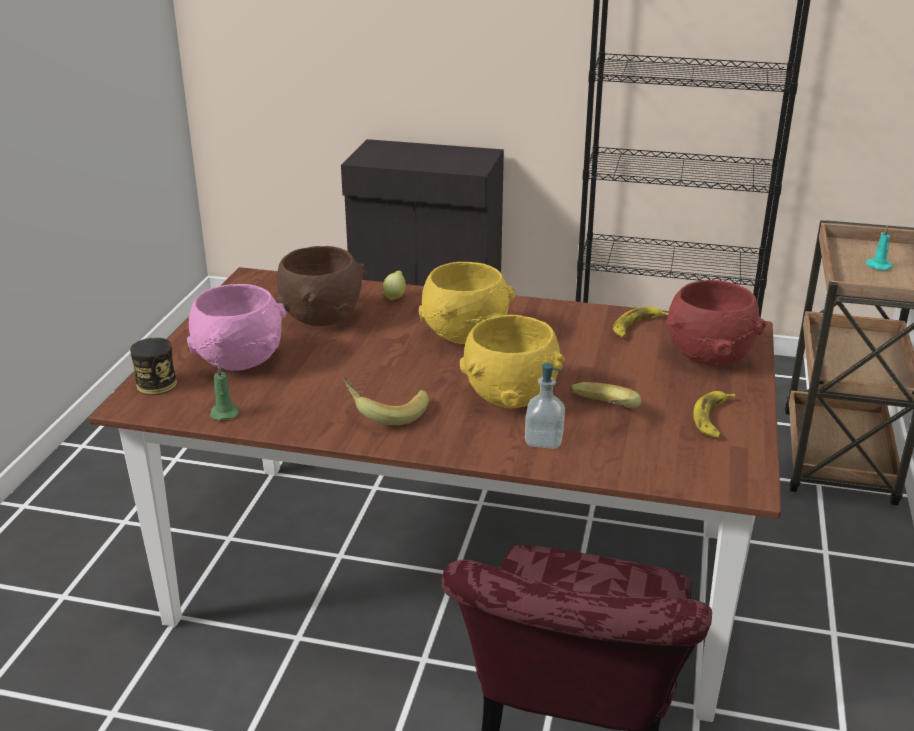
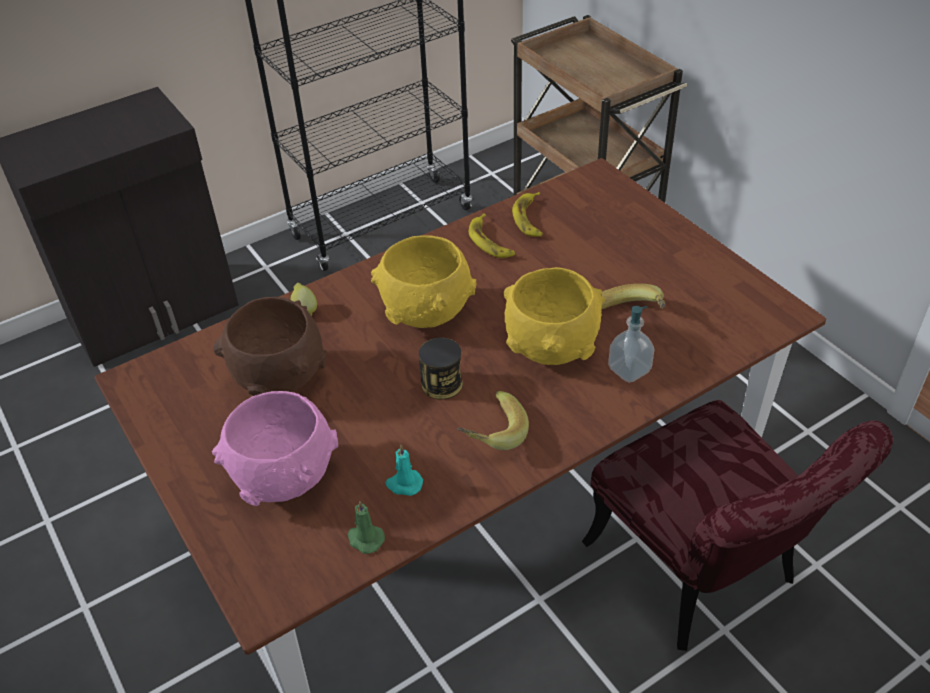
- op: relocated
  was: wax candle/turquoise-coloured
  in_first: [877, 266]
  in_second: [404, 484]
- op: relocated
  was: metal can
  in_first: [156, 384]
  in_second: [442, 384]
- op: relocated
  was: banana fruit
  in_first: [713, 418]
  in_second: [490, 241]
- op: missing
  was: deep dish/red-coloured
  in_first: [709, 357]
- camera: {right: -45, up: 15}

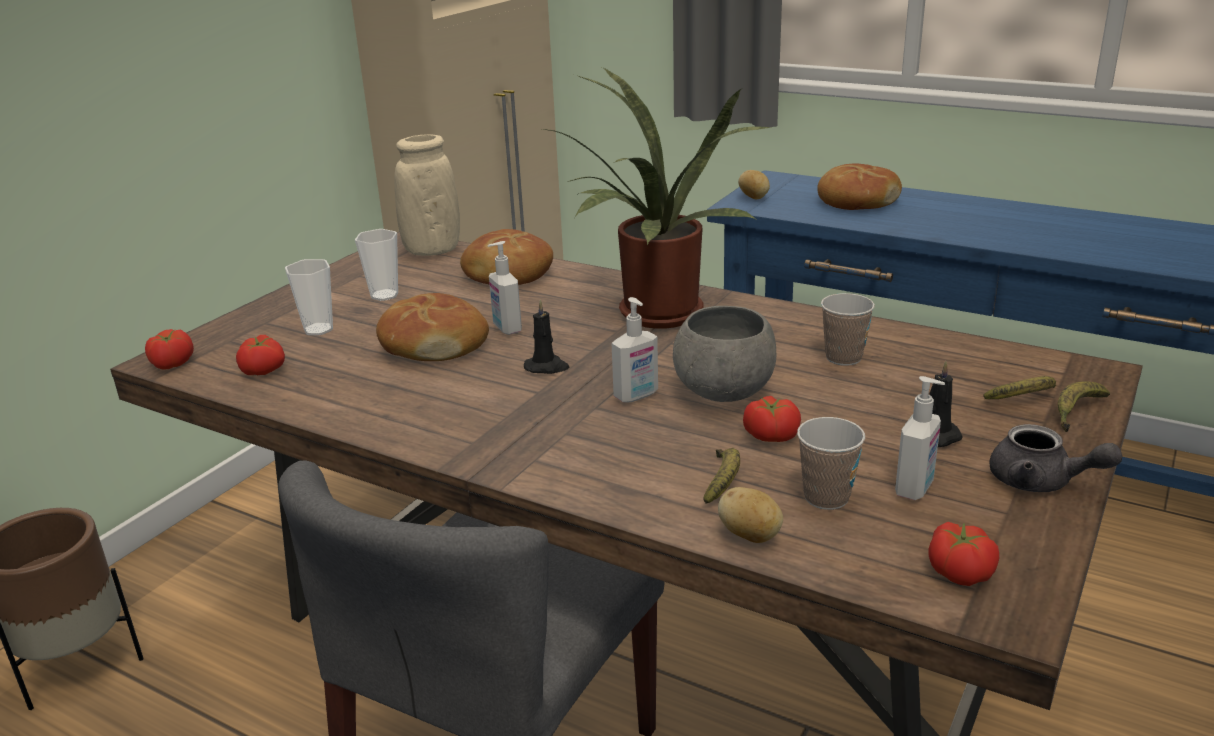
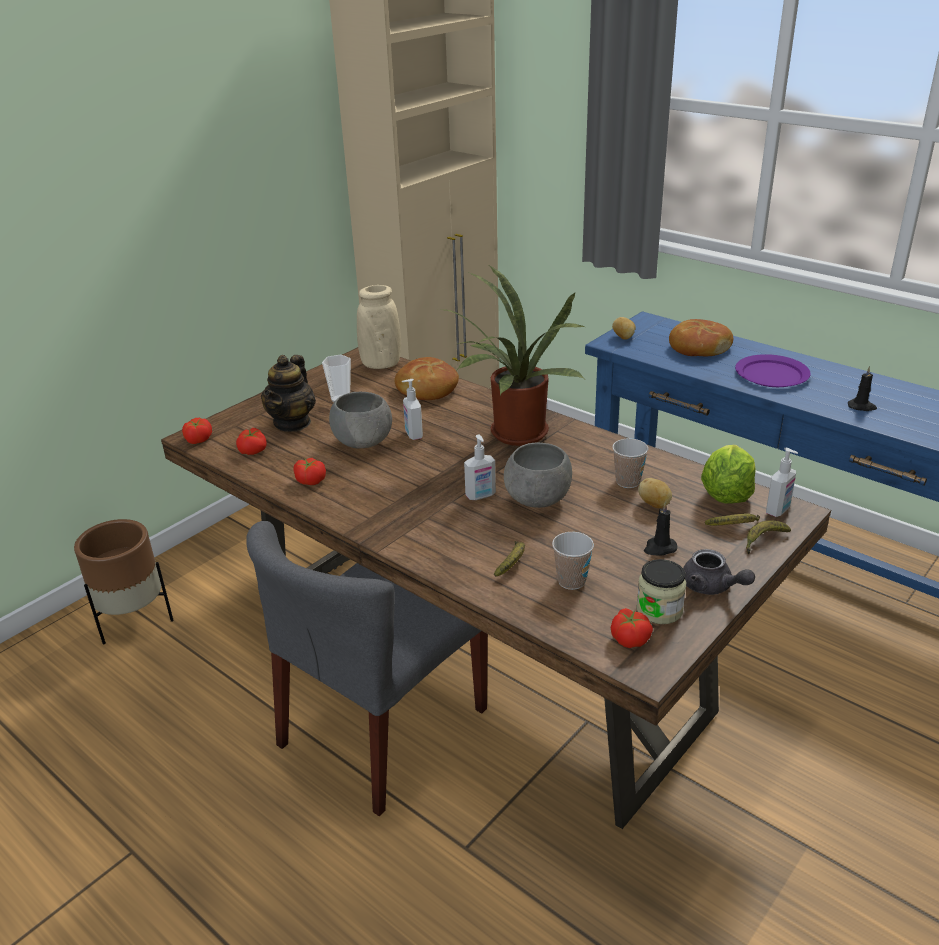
- op: exchanged
  was: small cup
  now: teapot
  in_first: [318, 329]
  in_second: [292, 423]
- op: relocated
  was: whole tomato
  in_first: [771, 435]
  in_second: [311, 480]
- op: exchanged
  was: baked bread
  now: deep dish/greyish
  in_first: [433, 344]
  in_second: [363, 442]
- op: appeared
  now: storage jar
  in_second: [659, 610]
- op: relocated
  was: spud
  in_first: [750, 536]
  in_second: [654, 504]
- op: appeared
  now: lettuce head
  in_second: [726, 494]
- op: appeared
  now: plate/purple
  in_second: [771, 374]
- op: relocated
  was: soap dispenser
  in_first: [915, 489]
  in_second: [778, 510]
- op: relocated
  was: wax candle/blackish
  in_first: [547, 367]
  in_second: [862, 407]
- camera: {right: 10, up: 5}

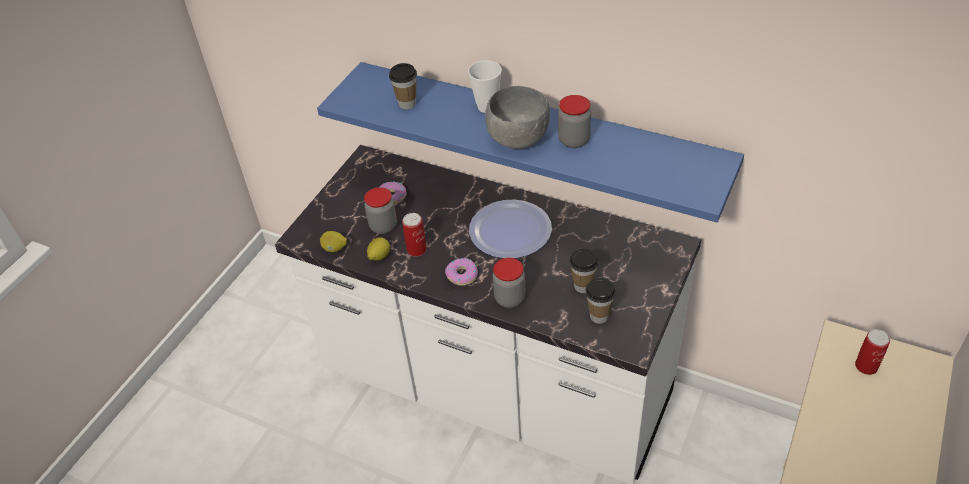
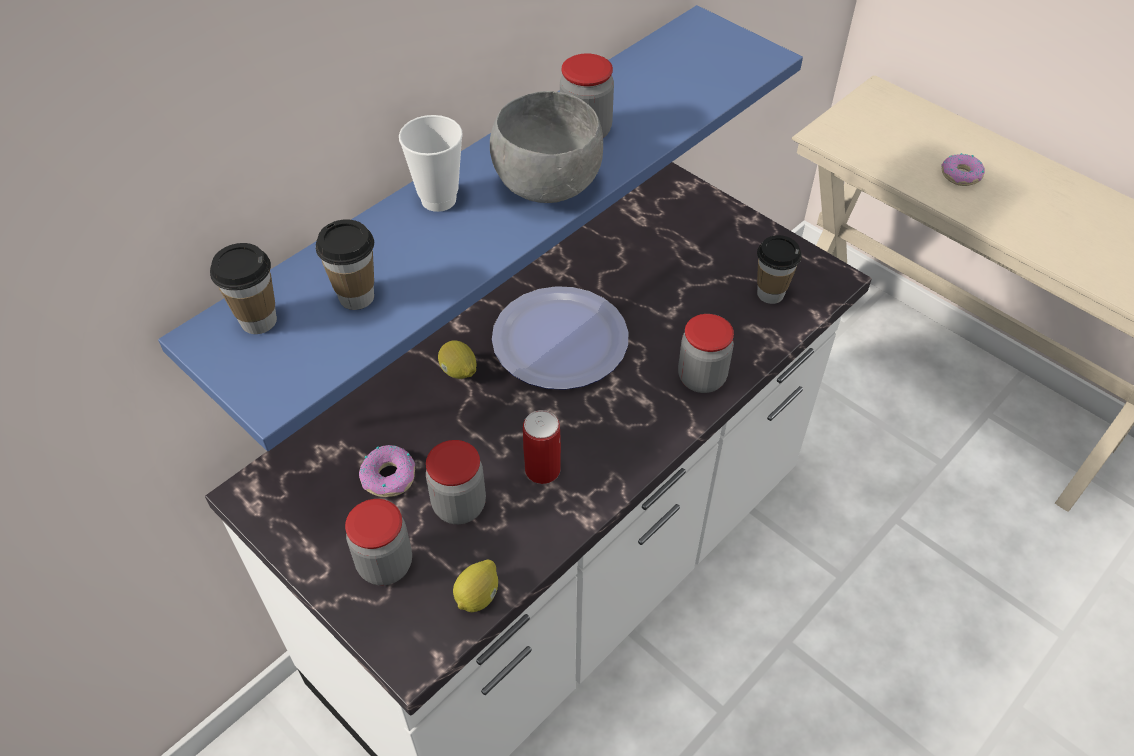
- op: relocated
  was: small cup
  in_first: [583, 286]
  in_second: [258, 321]
- op: appeared
  now: storage jar
  in_second: [385, 564]
- op: relocated
  was: whole lemon
  in_first: [379, 256]
  in_second: [458, 372]
- op: relocated
  was: doughnut
  in_first: [462, 275]
  in_second: [961, 175]
- op: missing
  was: metal can
  in_first: [866, 366]
- camera: {right: -75, up: 5}

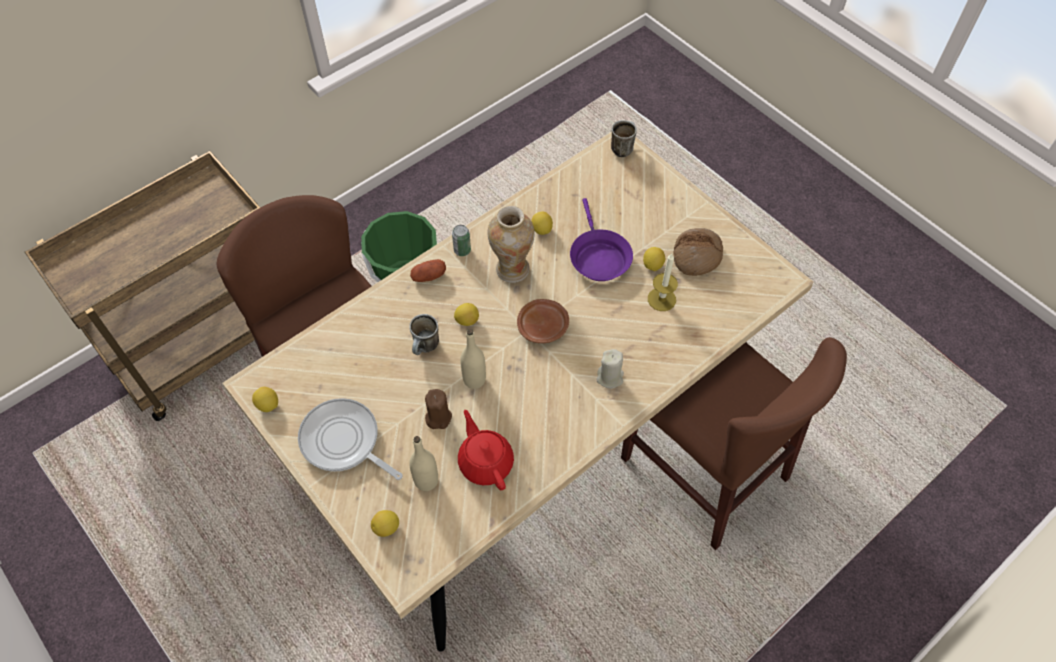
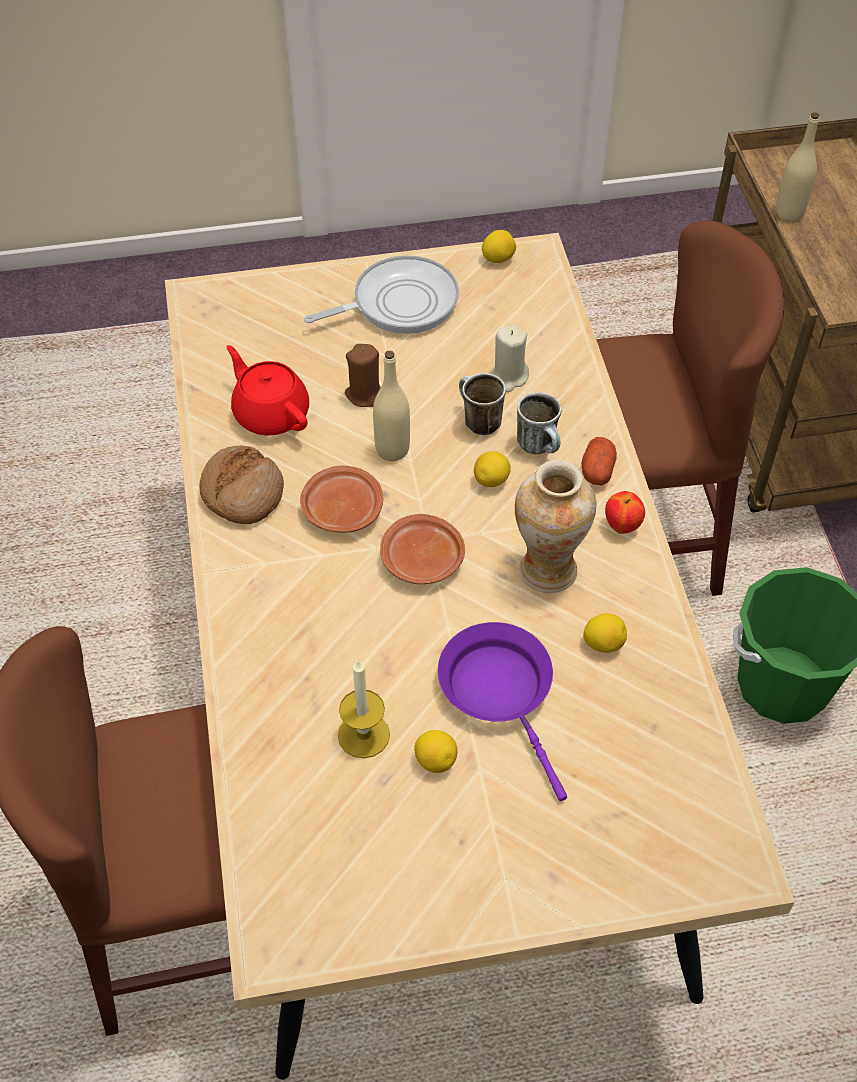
- op: relocated
  was: baked bread
  in_first: [696, 256]
  in_second: [242, 493]
- op: spun
  was: teapot/red-coloured
  in_first: [485, 462]
  in_second: [270, 413]
  clockwise: -135
- op: appeared
  now: plate/brown-coloured
  in_second: [342, 508]
- op: spun
  was: pan/purple
  in_first: [598, 257]
  in_second: [500, 692]
  clockwise: 45
- op: relocated
  was: wax candle/beige
  in_first: [610, 377]
  in_second: [509, 377]
- op: relocated
  was: mug
  in_first: [622, 148]
  in_second: [541, 447]
- op: exchanged
  was: metal can
  now: whole apple
  in_first: [462, 250]
  in_second: [622, 526]
- op: relocated
  was: drink bottle/beige
  in_first: [426, 481]
  in_second: [789, 213]
- op: missing
  was: whole lemon
  in_first: [386, 528]
- camera: {right: 120, up: -5}

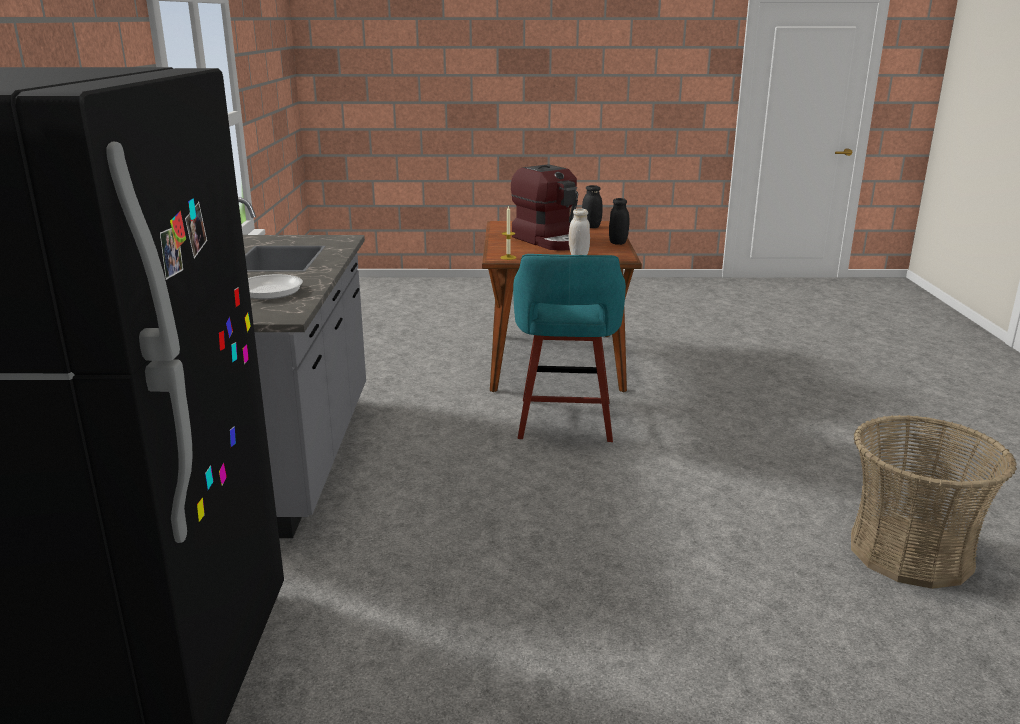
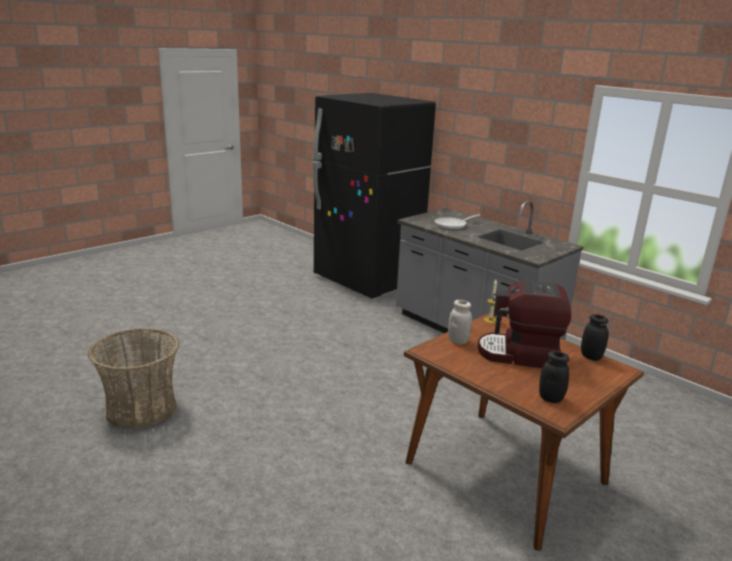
- op: relocated
  was: storage jar/blackish
  in_first: [618, 243]
  in_second: [591, 357]
- op: missing
  was: stool seat/turquoise-coloured
  in_first: [565, 421]
- camera: {right: 135, up: 0}

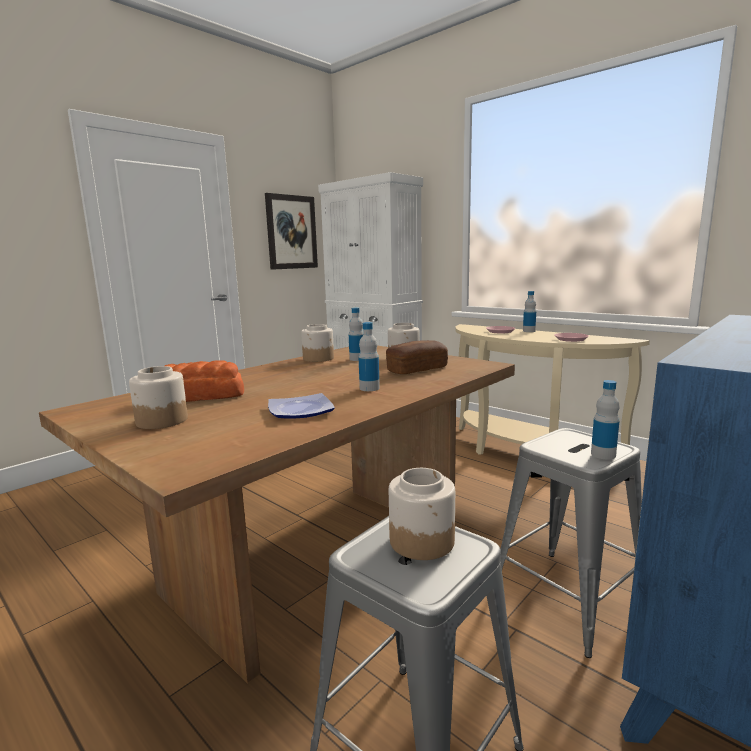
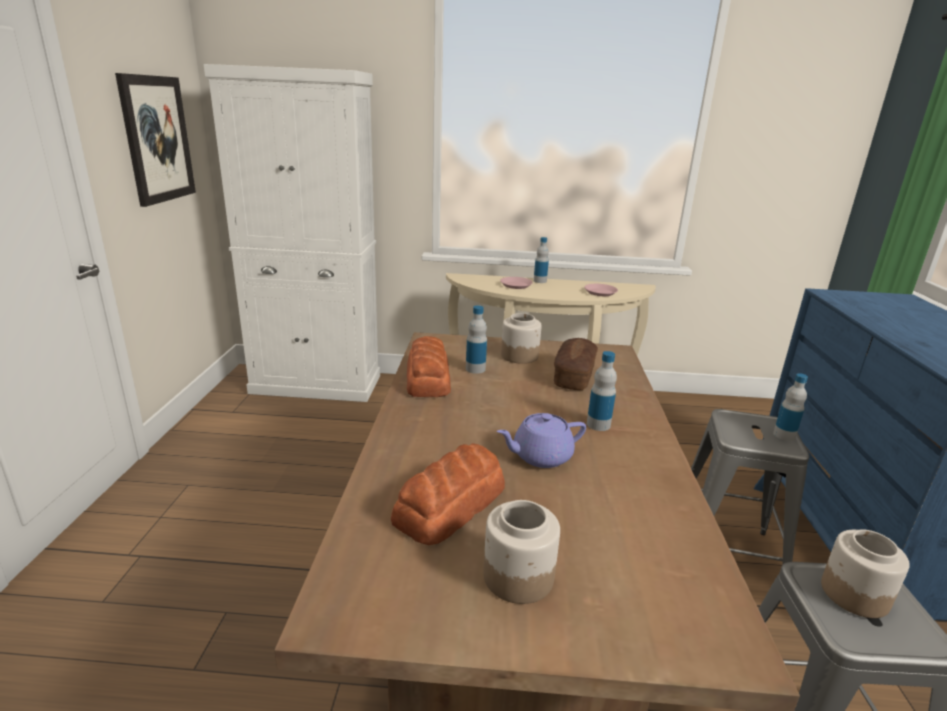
- op: exchanged
  was: storage jar
  now: baked bread
  in_first: [319, 358]
  in_second: [428, 378]
- op: appeared
  now: teapot/purple
  in_second: [540, 456]
- op: missing
  was: plate
  in_first: [301, 410]
- camera: {right: -40, up: 10}

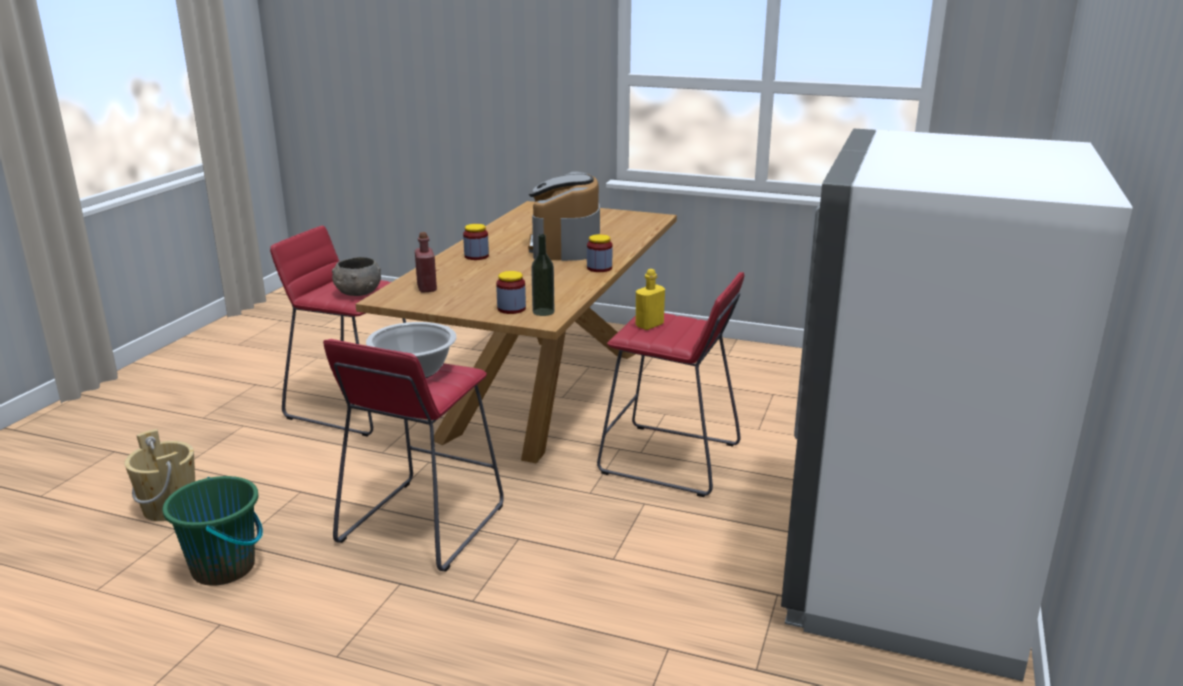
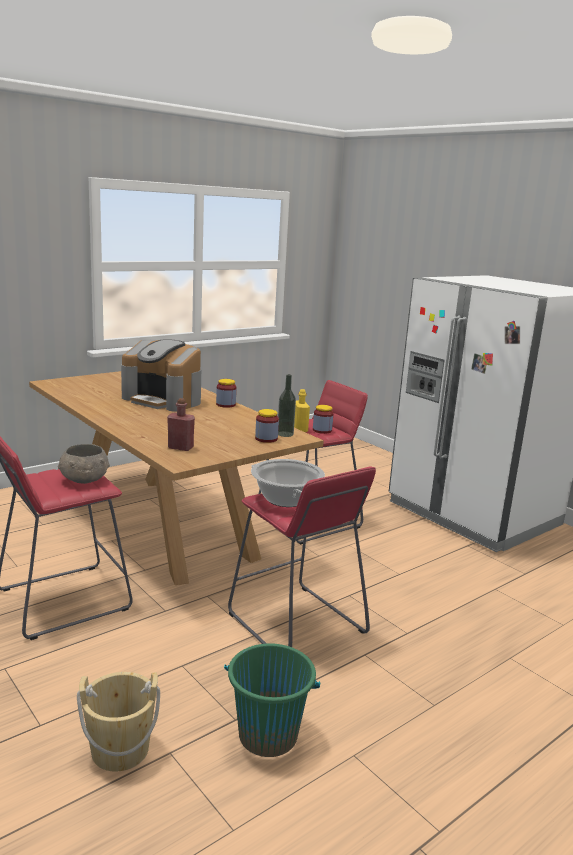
- op: relocated
  was: storage jar
  in_first: [476, 256]
  in_second: [322, 430]
- camera: {right: -60, up: -5}

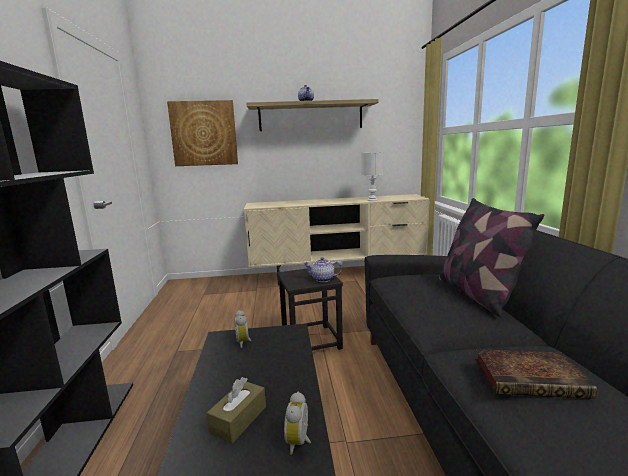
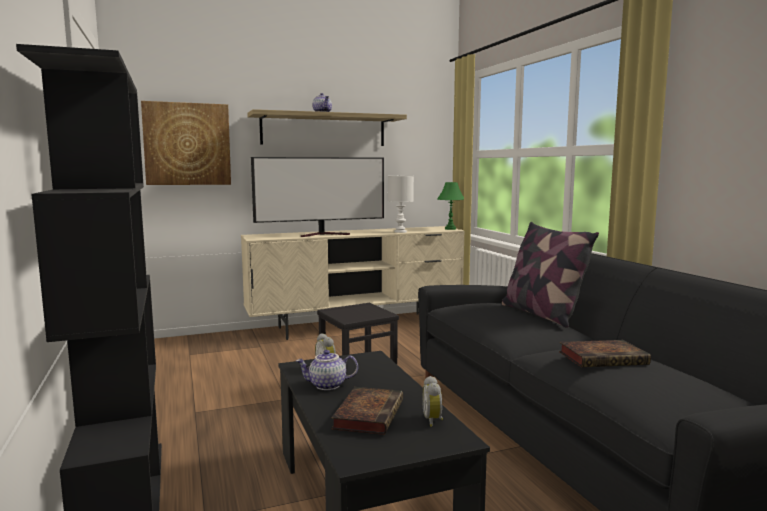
- op: appeared
  now: TV
  in_second: [325, 234]
- op: relocated
  was: teapot
  in_first: [322, 279]
  in_second: [327, 385]
- op: exchanged
  was: box of tissues/brown-coloured
  now: book
  in_first: [238, 419]
  in_second: [368, 414]
- op: appeared
  now: tabletop lamp/green
  in_second: [450, 229]
- camera: {right: -15, up: -5}

